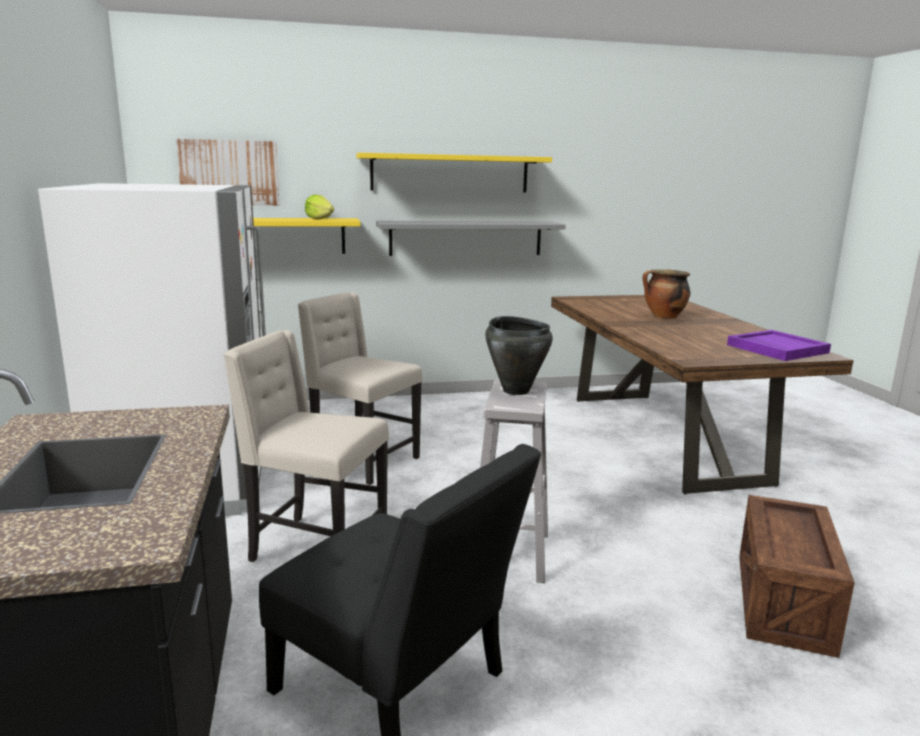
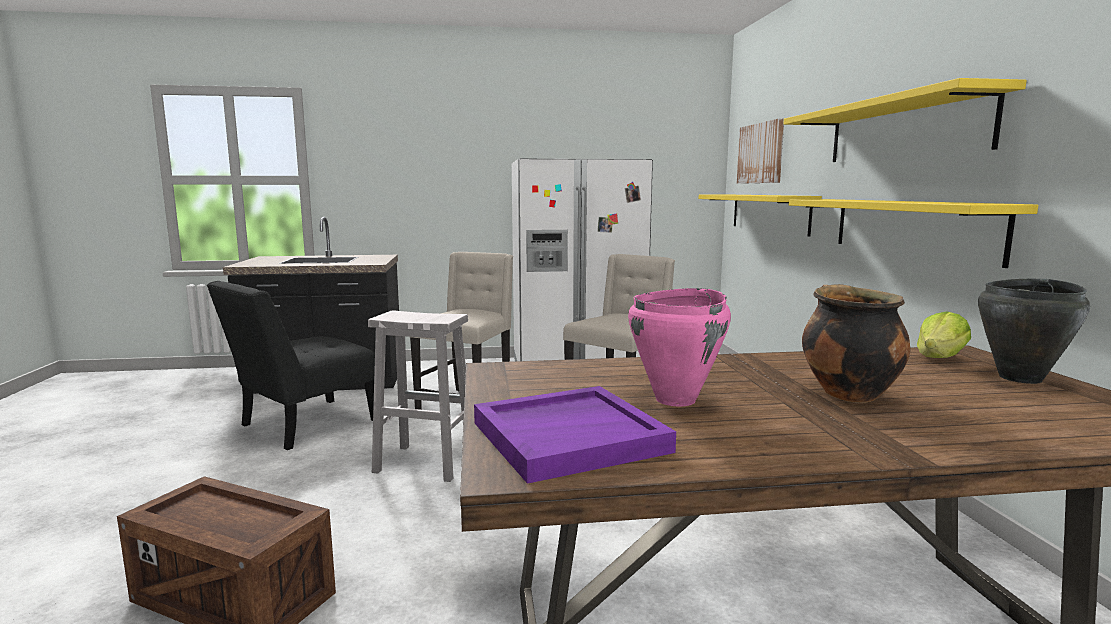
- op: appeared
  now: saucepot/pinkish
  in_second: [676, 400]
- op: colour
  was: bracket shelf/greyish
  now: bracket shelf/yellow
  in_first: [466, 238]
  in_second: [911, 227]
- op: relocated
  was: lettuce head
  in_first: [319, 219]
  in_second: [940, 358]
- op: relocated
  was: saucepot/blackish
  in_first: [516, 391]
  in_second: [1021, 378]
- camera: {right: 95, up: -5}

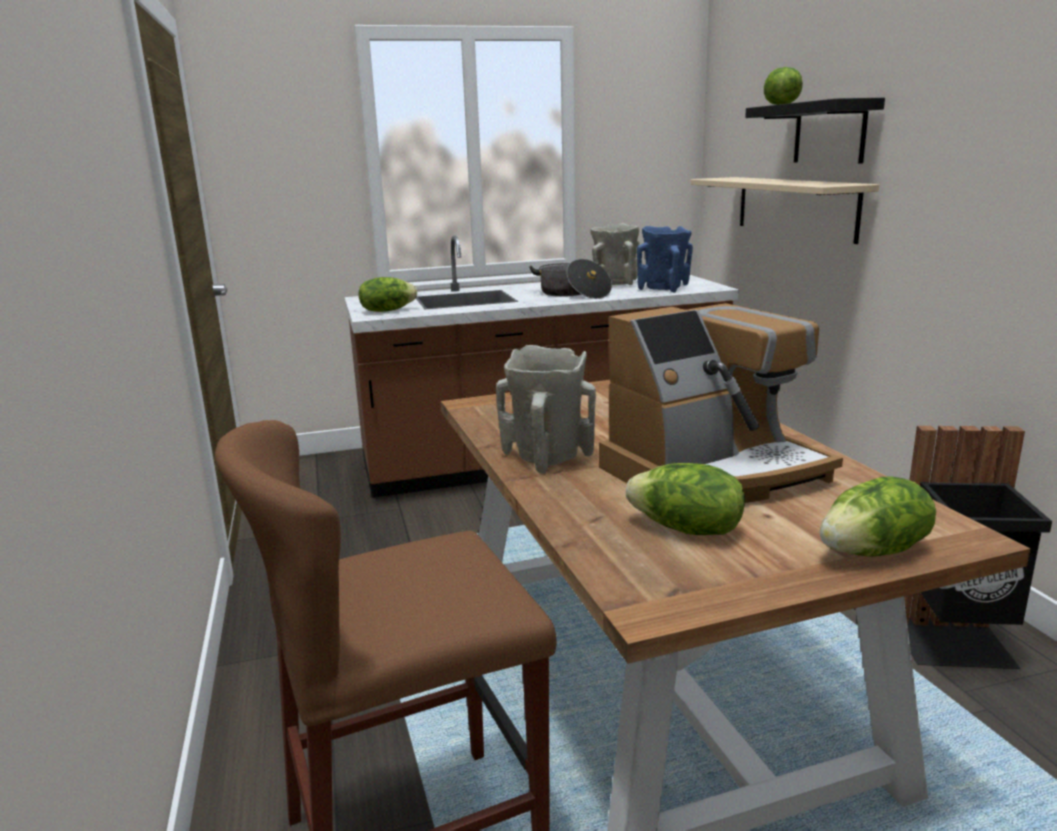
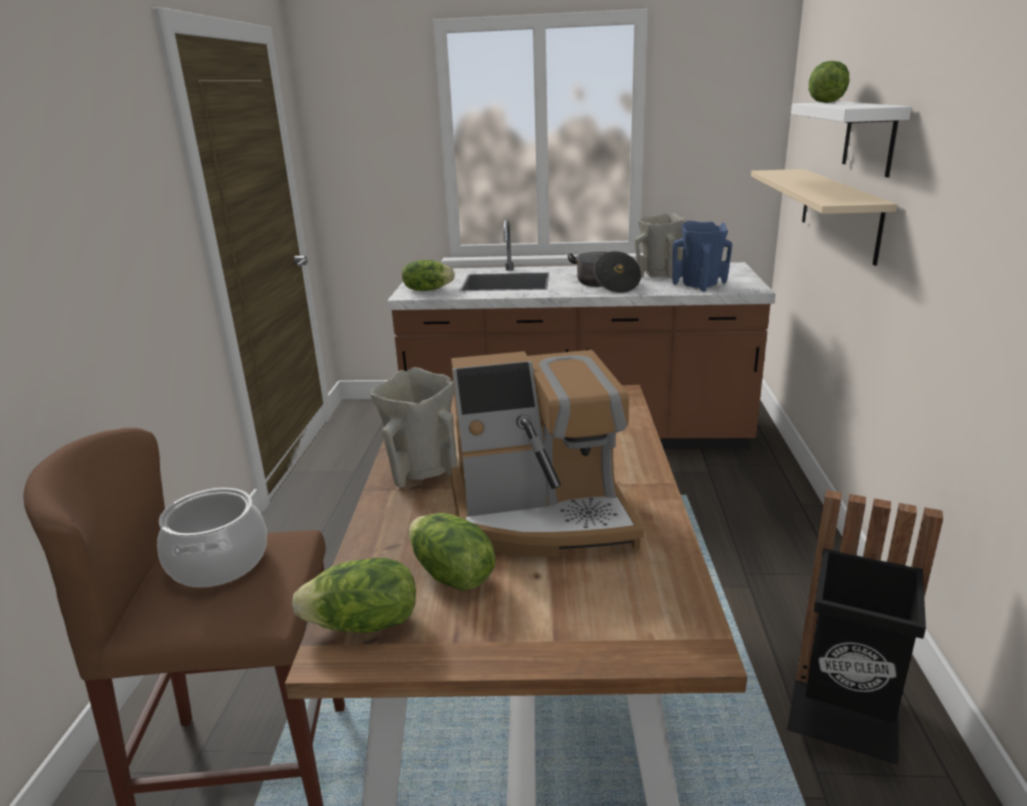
- op: appeared
  now: saucepot
  in_second: [218, 562]
- op: relocated
  was: lettuce head
  in_first: [875, 551]
  in_second: [363, 625]
- op: colour
  was: bracket shelf/blackish
  now: bracket shelf/white-coloured
  in_first: [829, 133]
  in_second: [869, 137]
- camera: {right: 20, up: 5}

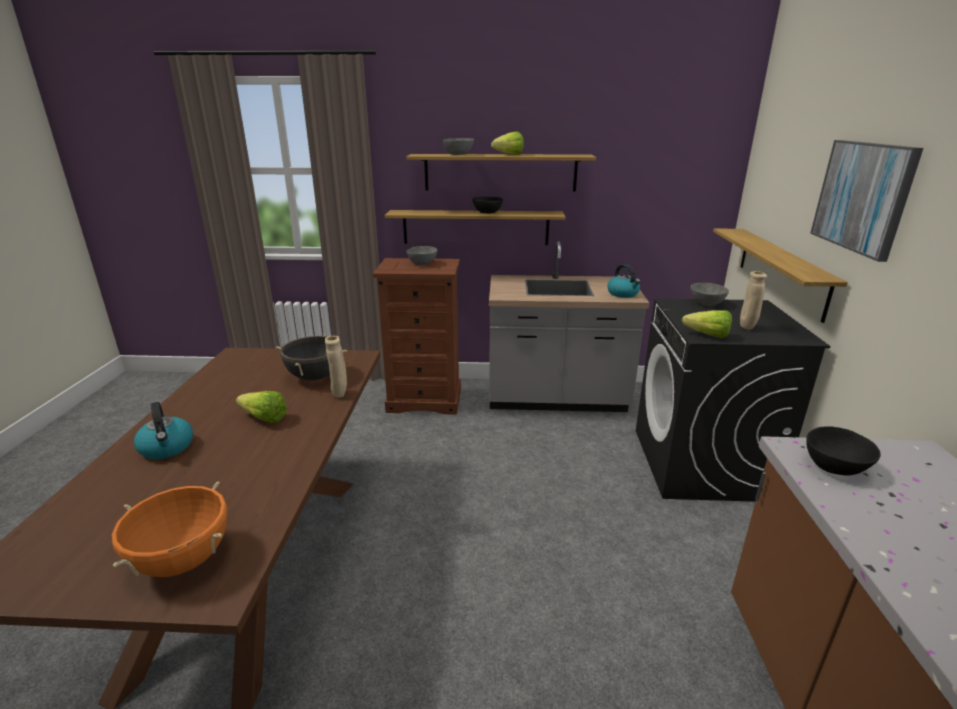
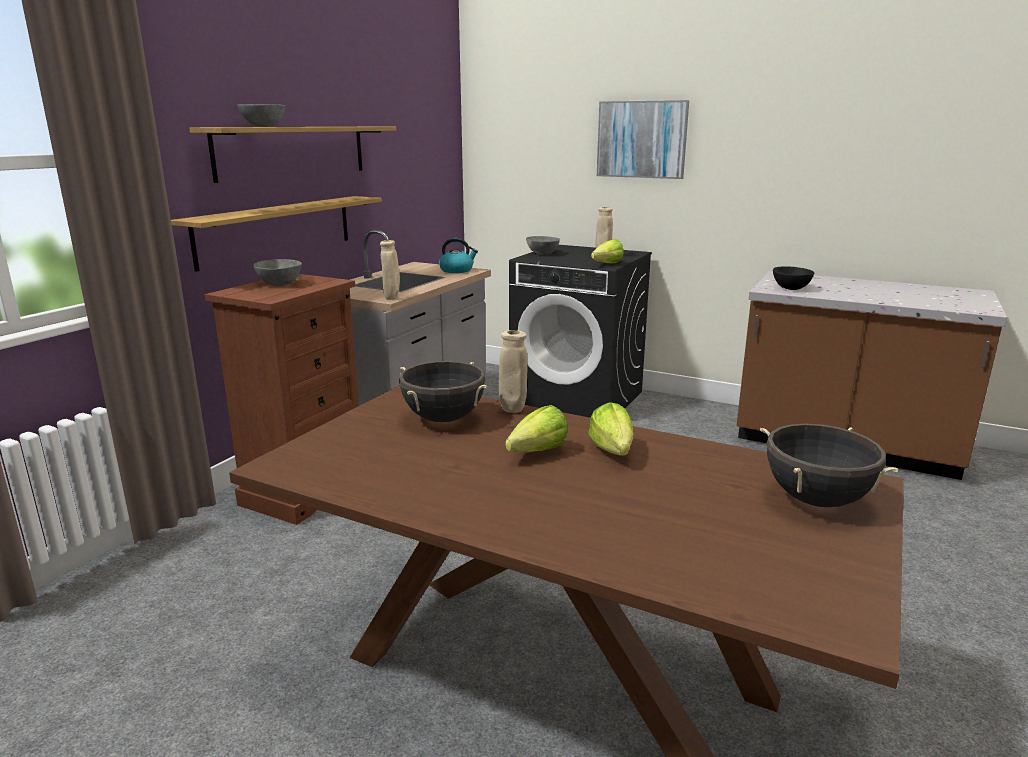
- op: appeared
  now: vase/beige
  in_second: [392, 299]
- op: relocated
  was: lettuce head
  in_first: [505, 155]
  in_second: [613, 454]
- op: colour
  was: saucepot/orange-coloured
  now: saucepot/blackish
  in_first: [183, 560]
  in_second: [816, 500]
- op: missing
  was: water kettle
  in_first: [167, 448]
- op: missing
  was: deep dish/blackish
  in_first: [486, 213]
- op: missing
  was: bracket shelf
  in_first: [781, 271]
- camera: {right: -65, up: -5}

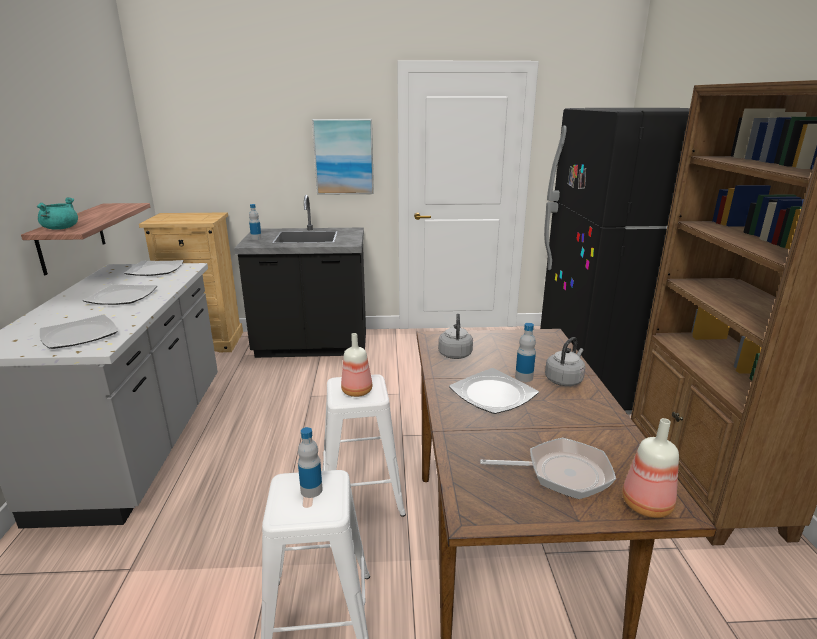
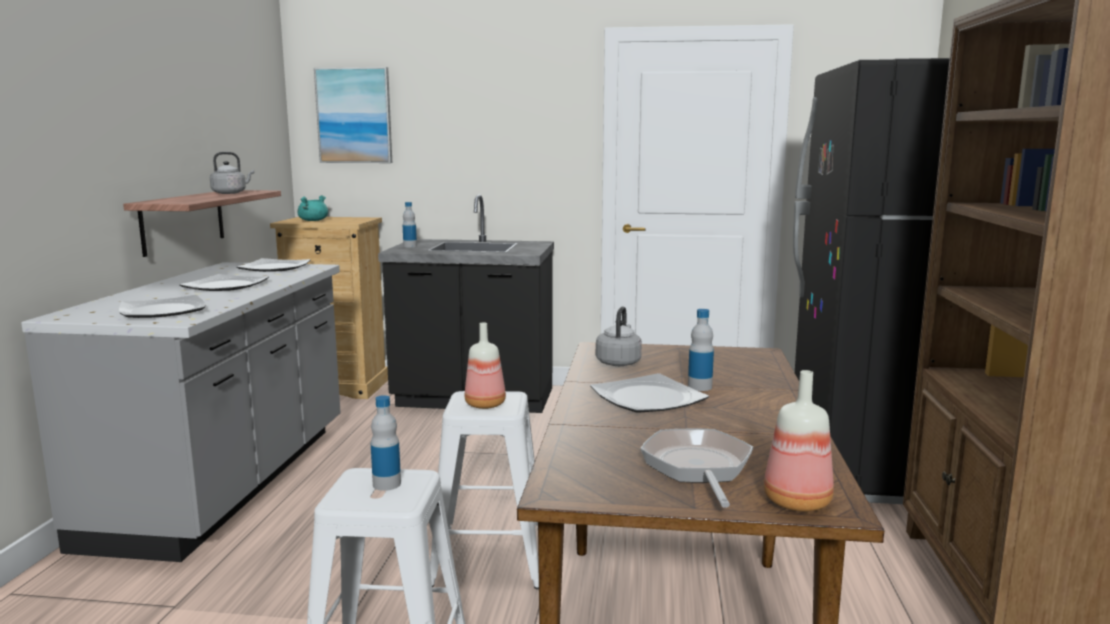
- op: relocated
  was: water kettle/greyish
  in_first: [564, 379]
  in_second: [231, 193]
- op: relocated
  was: saucepot/turquoise-coloured
  in_first: [60, 228]
  in_second: [313, 220]
- op: relocated
  was: wall picture
  in_first: [344, 157]
  in_second: [354, 115]
- op: spun
  was: pan
  in_first: [561, 473]
  in_second: [698, 468]
  clockwise: -105
- camera: {right: 10, up: -10}

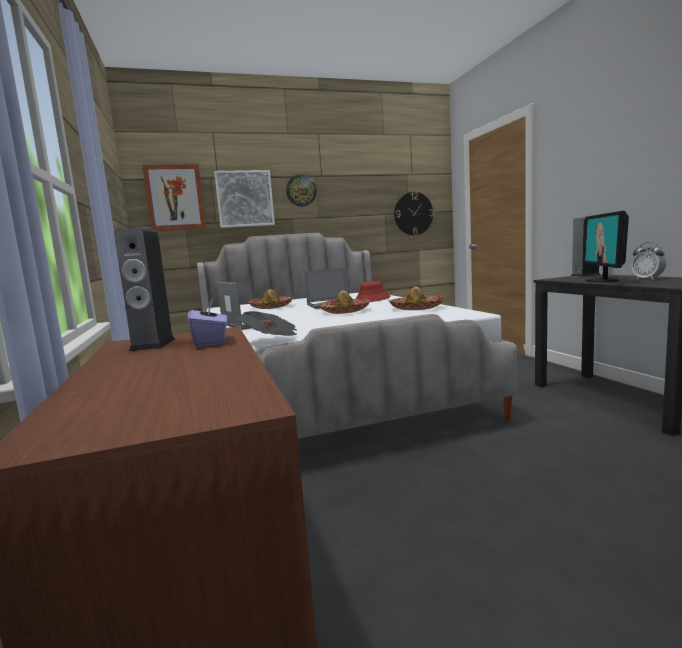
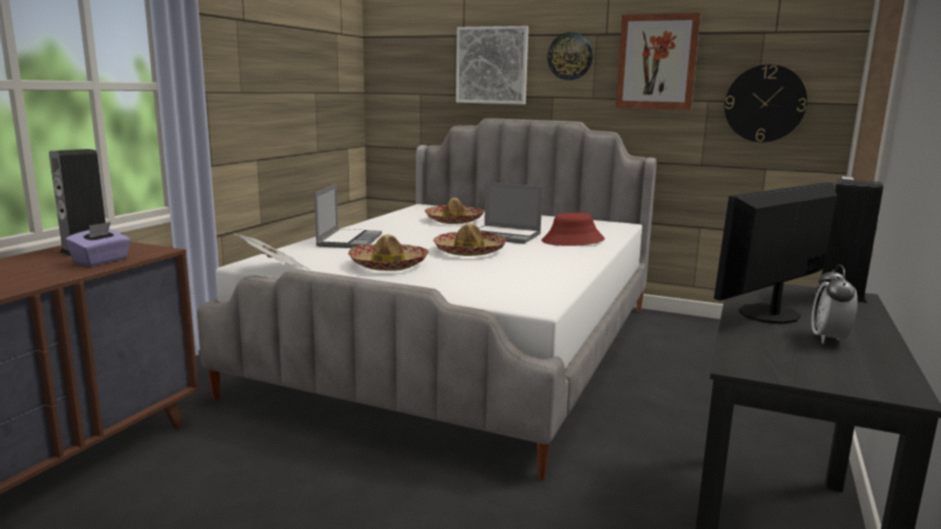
- op: relocated
  was: clothing hat
  in_first: [416, 308]
  in_second: [388, 265]
- op: relocated
  was: wall picture
  in_first: [175, 198]
  in_second: [657, 62]
- camera: {right: 40, up: 5}

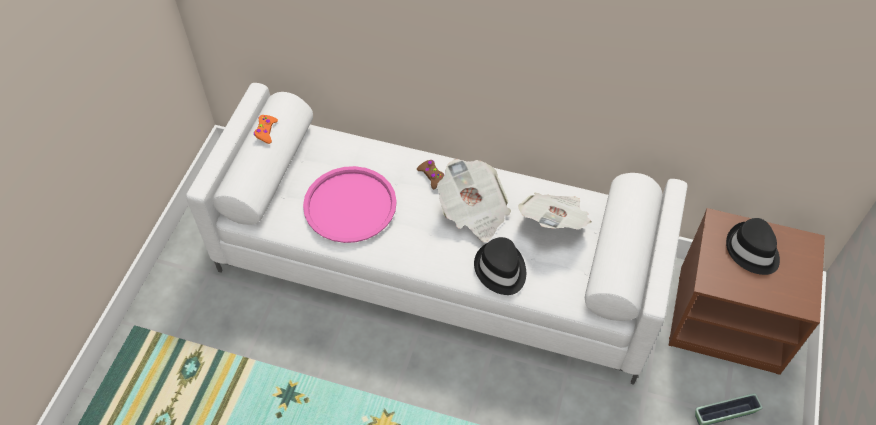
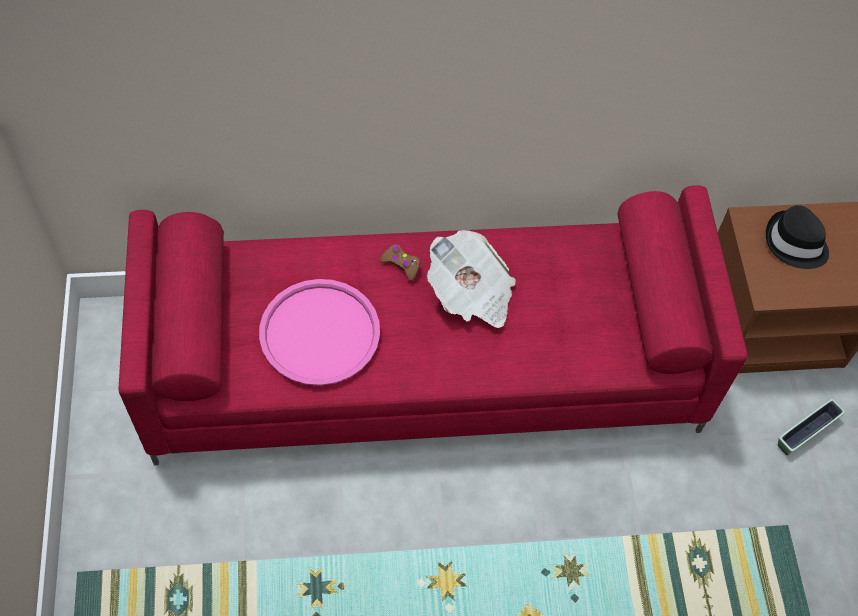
- op: colour
  was: sofa/white-coloured
  now: sofa/red-coloured
  in_first: [440, 266]
  in_second: [426, 366]
- op: missing
  was: joypad/orange-coloured
  in_first: [266, 131]
- op: missing
  was: clothing hat/blackish
  in_first: [500, 270]
- op: missing
  was: daily paper
  in_first: [554, 221]
- camera: {right: -25, up: 5}

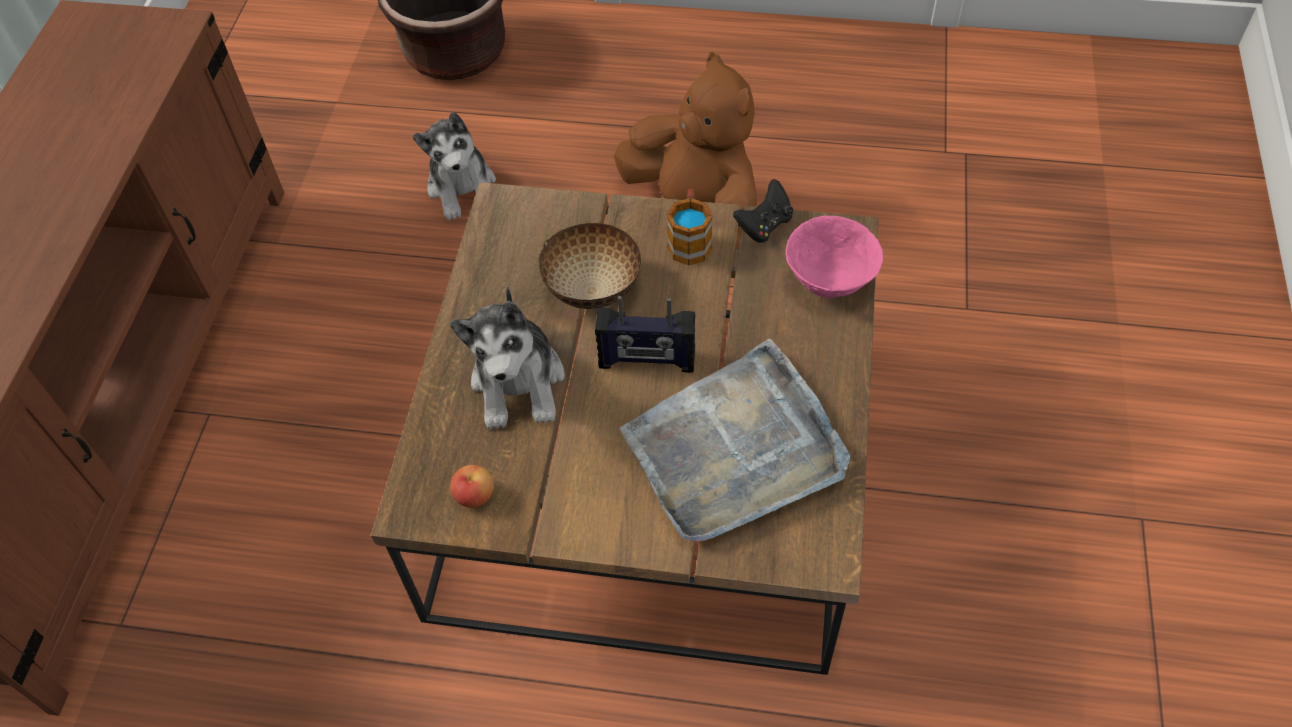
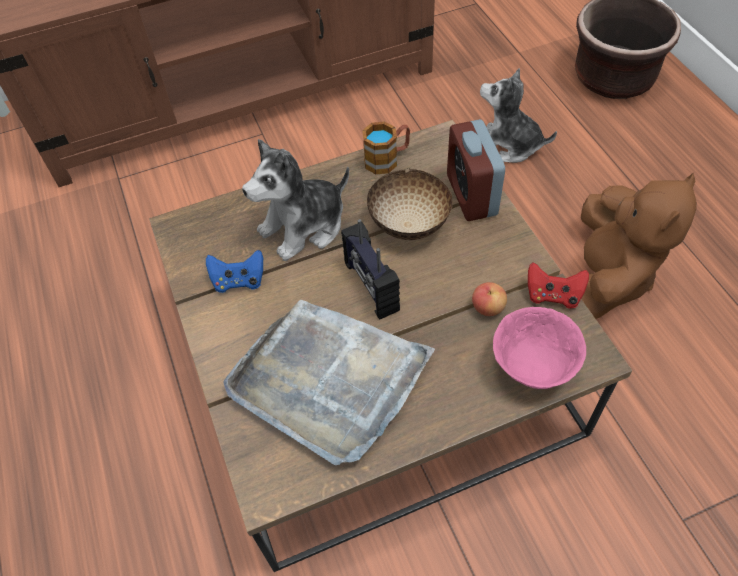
- op: appeared
  now: joypad/blue
  in_second: [239, 281]
- op: relocated
  was: mug
  in_first: [690, 240]
  in_second: [387, 159]
- op: appeared
  now: table clock
  in_second: [471, 195]
- op: relocated
  was: whole apple
  in_first: [475, 495]
  in_second: [488, 307]
- op: spun
  was: plush toy
  in_first: [463, 188]
  in_second: [509, 145]
  clockwise: 75
- op: colour
  was: joypad/blackish
  now: joypad/red-coloured
  in_first: [764, 225]
  in_second: [553, 295]
- camera: {right: 60, up: 0}

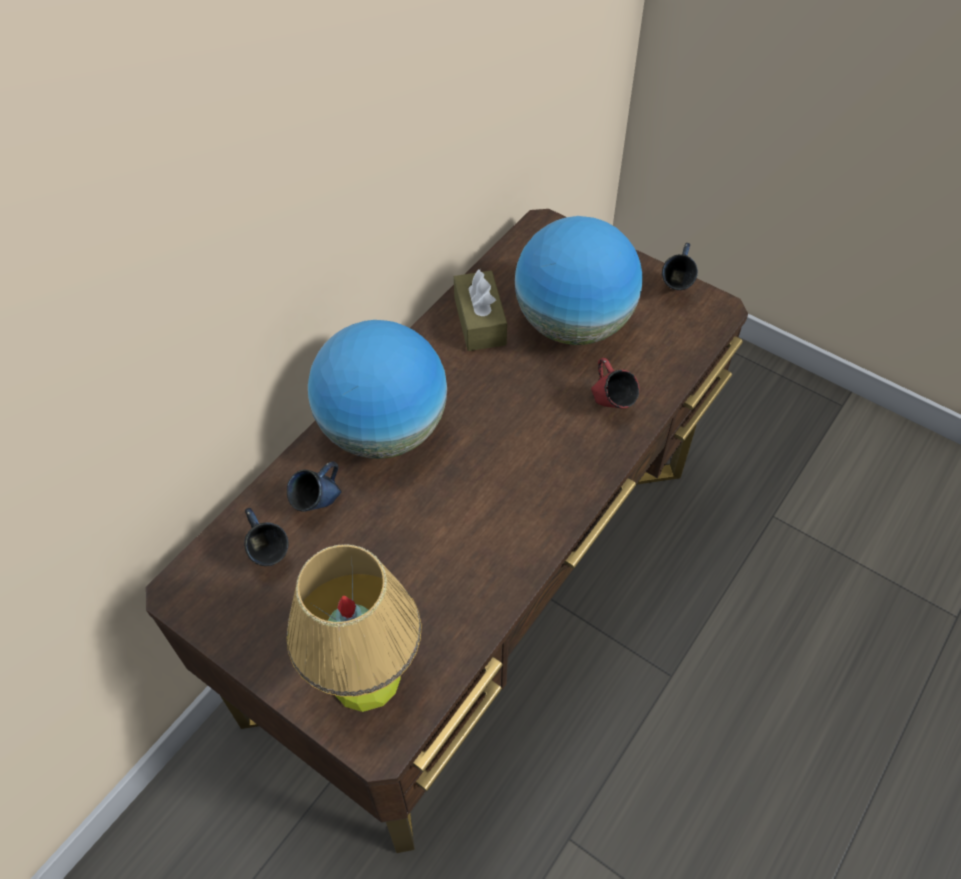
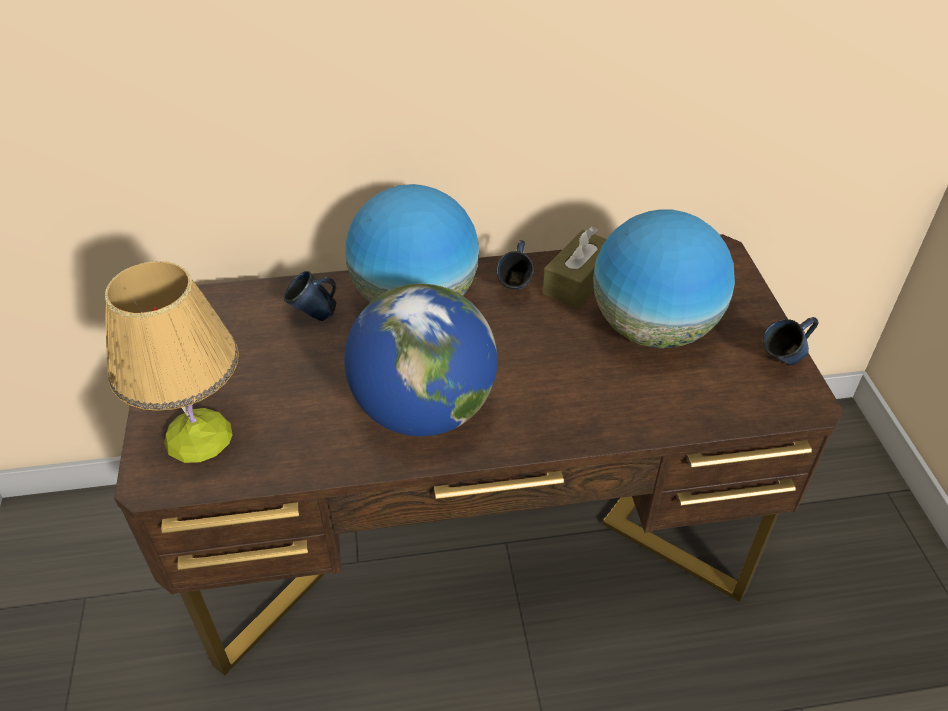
- op: appeared
  now: globe
  in_second: [424, 411]
- op: relocated
  was: mug/blue
  in_first: [268, 555]
  in_second: [515, 292]
- op: missing
  was: mug/red-coloured
  in_first: [610, 405]
- camera: {right: 45, up: -10}

